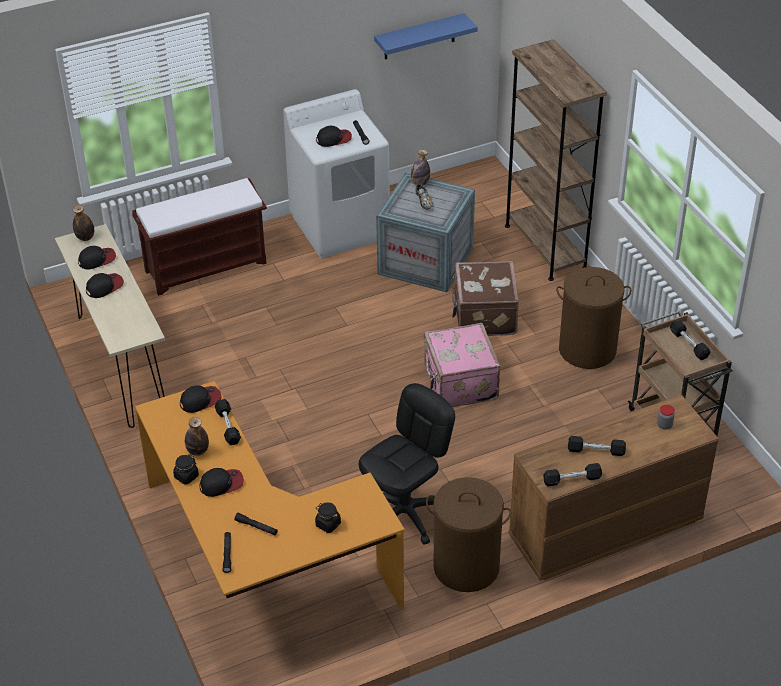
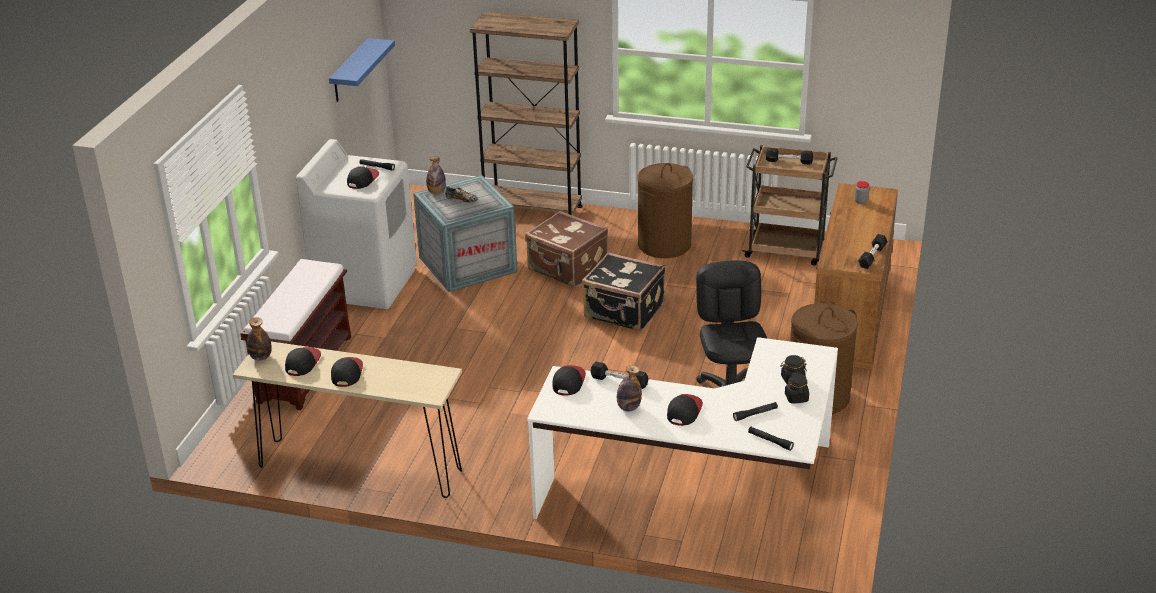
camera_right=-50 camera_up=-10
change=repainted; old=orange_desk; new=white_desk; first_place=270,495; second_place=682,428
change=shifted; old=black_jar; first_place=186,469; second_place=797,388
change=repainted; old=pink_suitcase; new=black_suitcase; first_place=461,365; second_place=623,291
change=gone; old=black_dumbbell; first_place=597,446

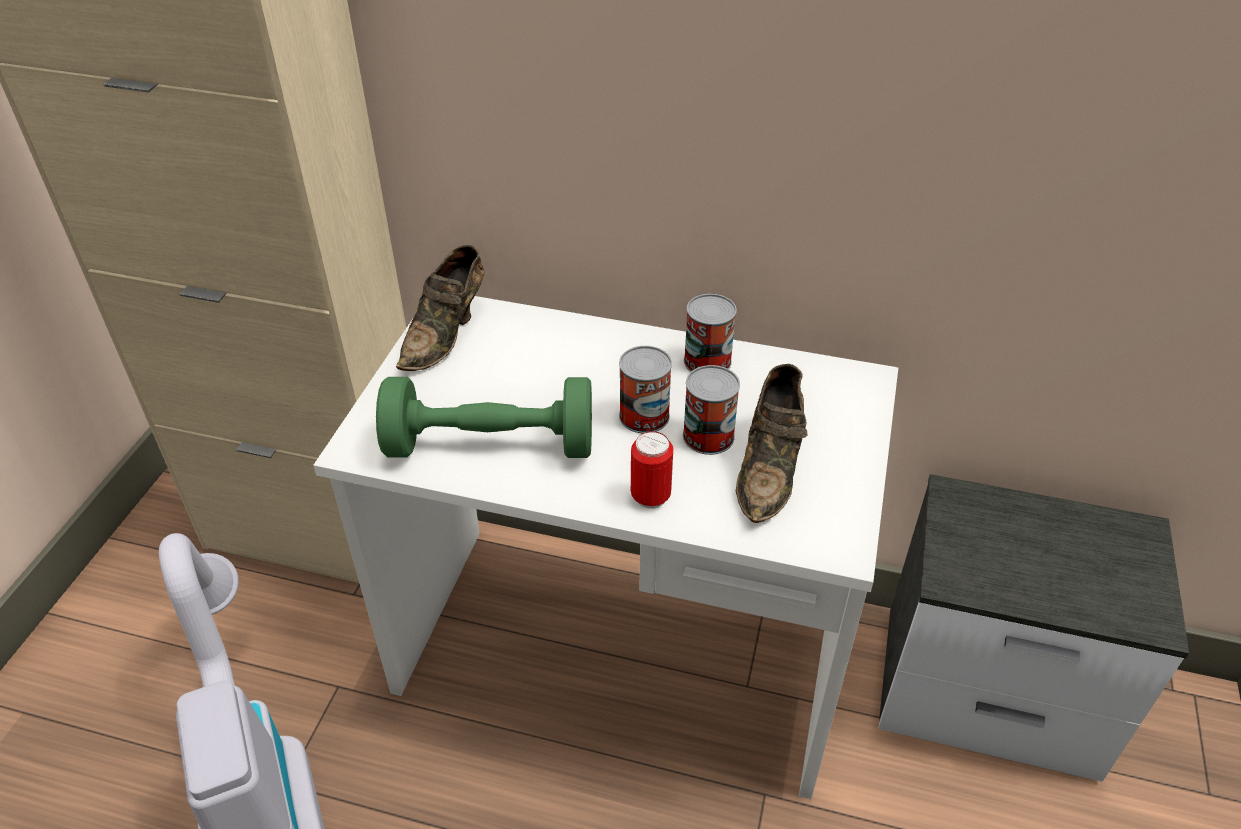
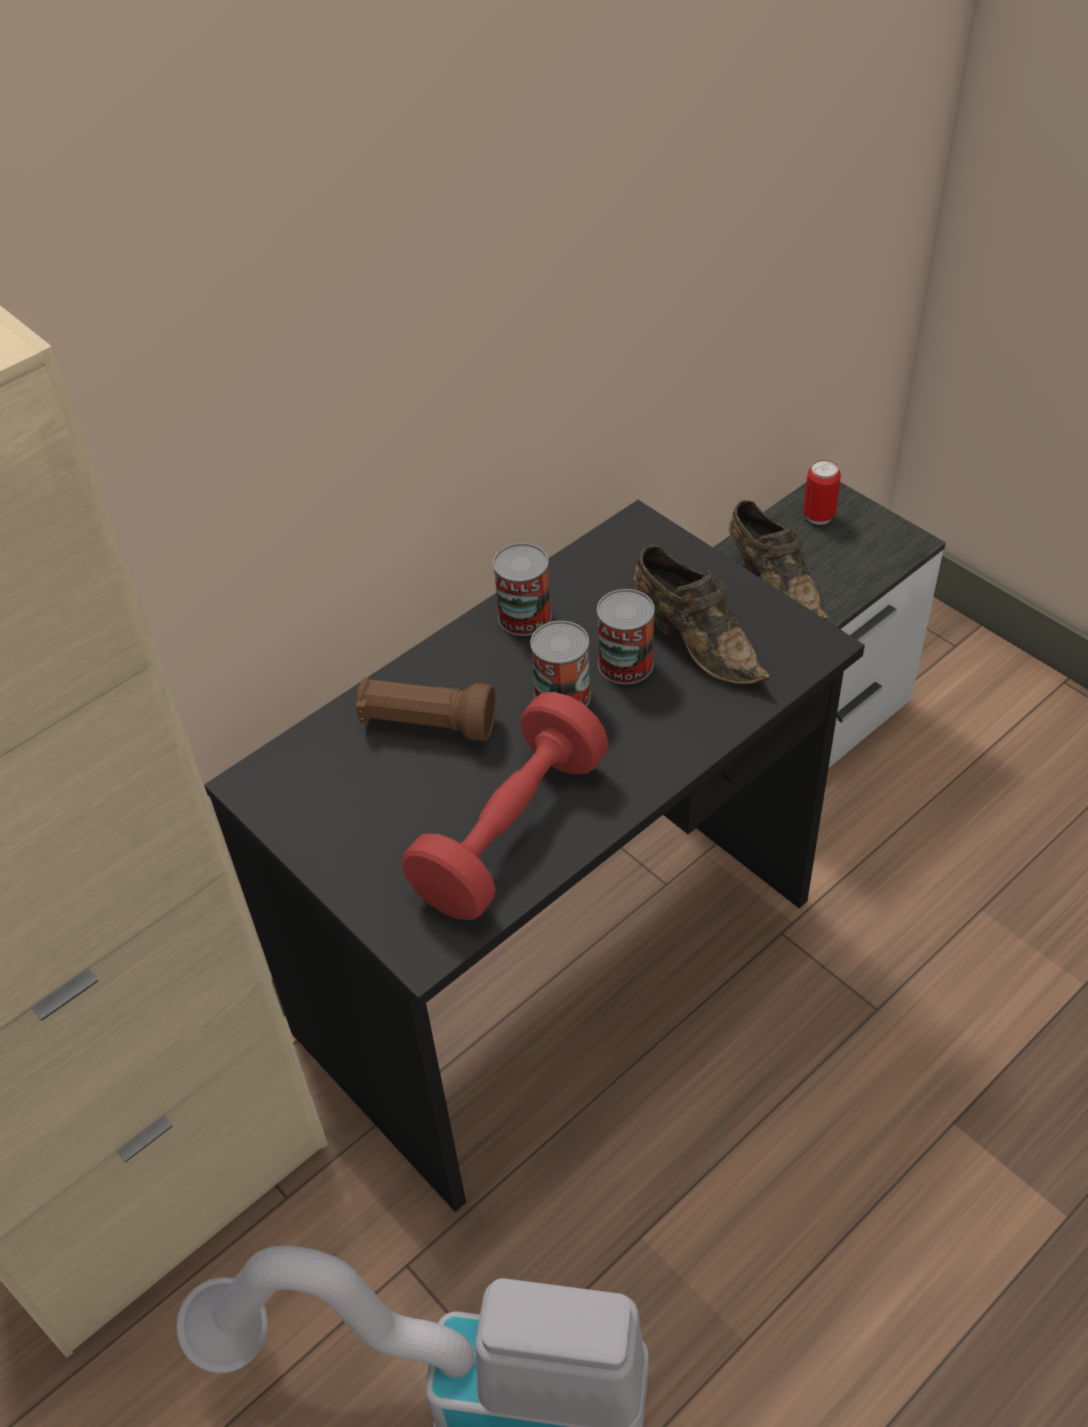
camera_right=-55 camera_up=5
change=repainted; old=white_desk; new=black_desk; first_place=605,547; second_place=534,856
change=repainted; old=green_dumbbell; new=red_dumbbell; first_place=484,417; second_place=505,806
change=shifted; old=brown_shoe; first_place=440,308; second_place=778,560
change=shifted; old=can; first_place=652,470; second_place=822,492
change=new; new=brown_flashlight; second_place=426,709

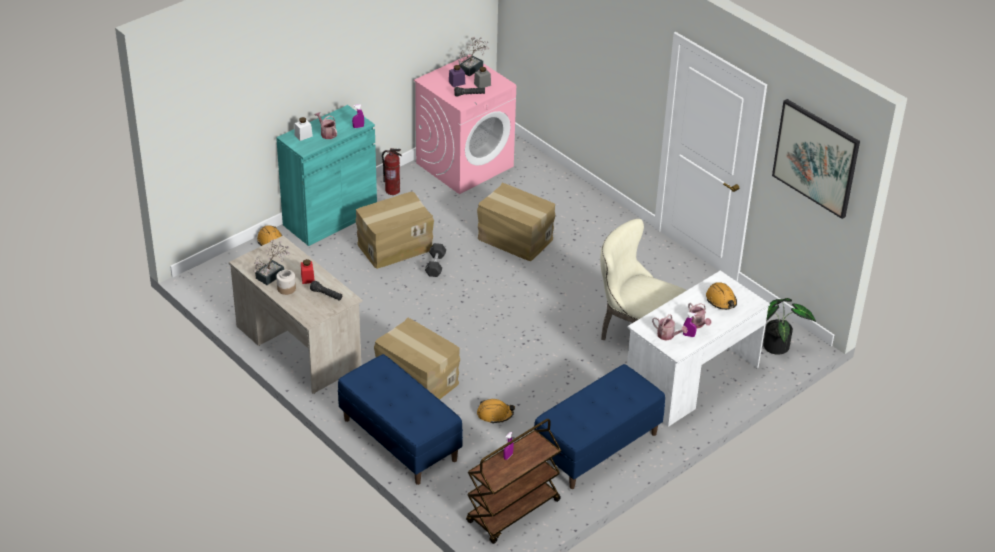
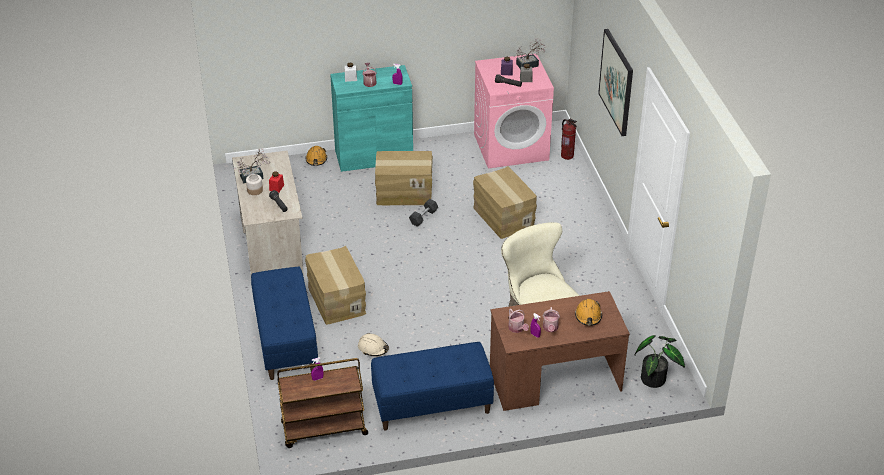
camera_right=30 camera_up=0
change=shifted; old=fire_extinguisher; first_place=392,171; second_place=569,139
change=repainted; old=orange_hard_hat; new=beige_hard_hat; first_place=496,411; second_place=373,344
change=repainted; old=white_desk; new=brown_desk; first_place=698,349; second_place=560,351
change=shifted; old=picture; first_place=816,159; second_place=615,82

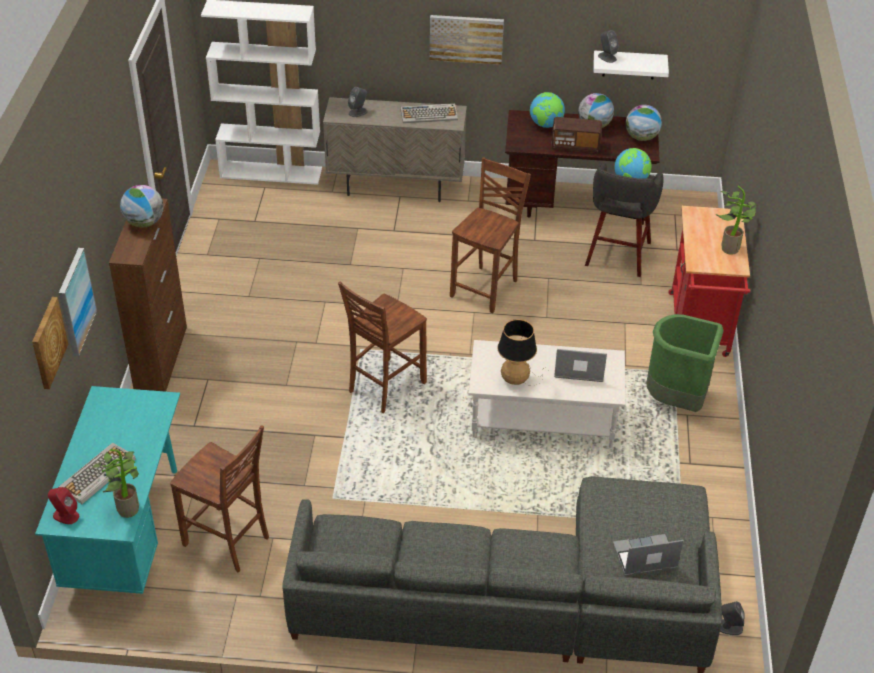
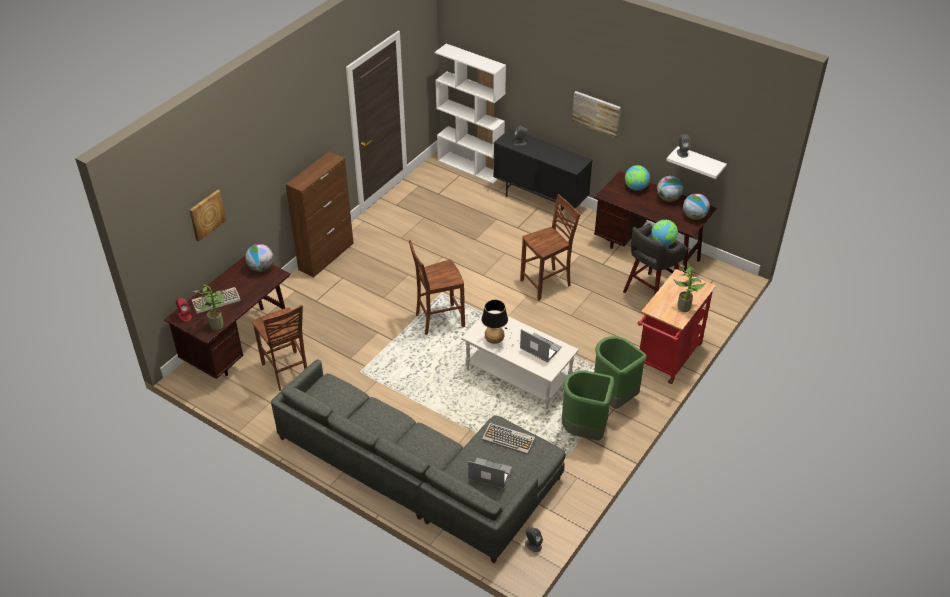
camera_right=30 camera_up=0
change=repainted; old=turquoise_desk; new=brown_desk; first_place=107,490; second_place=227,317
change=gone; old=picture; first_place=78,302
change=shifted; old=globe; first_place=142,206; second_place=259,258
change=repainted; old=beige_cabinet; new=black_cabinet; first_place=395,149; second_place=542,174
change=shifted; old=keyboard; first_place=429,113; second_place=508,439
change=gone; old=radio; first_place=576,135
change=new; new=green_trash_can; second_place=588,405

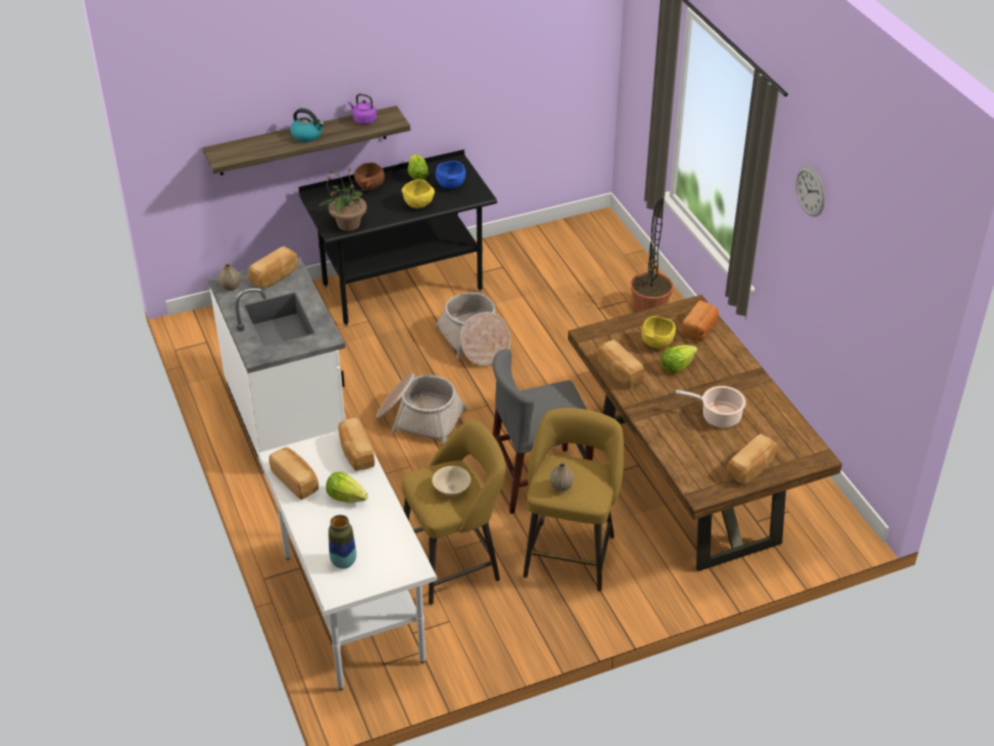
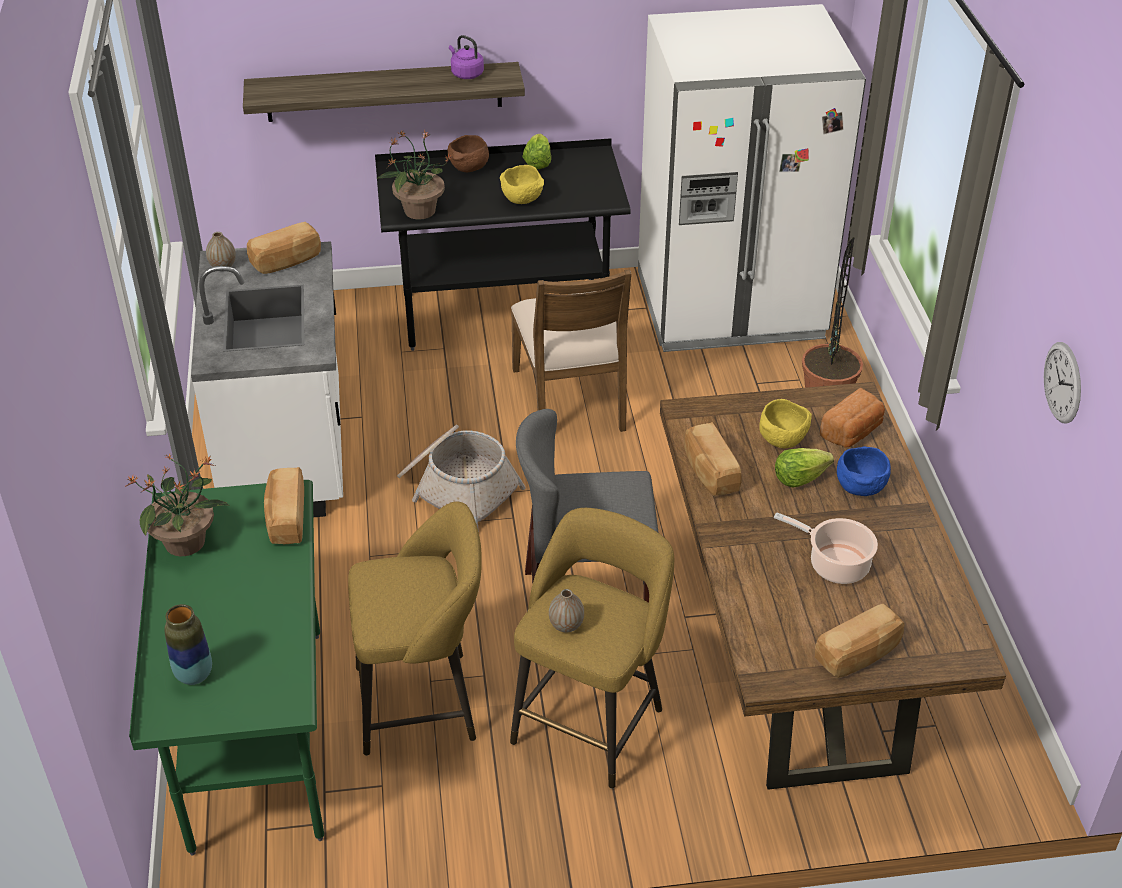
camera_right=15 camera_up=0
change=repainted; old=white_desk; new=green_desk; first_place=347,561; second_place=226,667
change=swapped; old=bread; new=potted_plant; first_place=294,473; second_place=177,505
change=gone; old=kettle; first_place=307,125
change=gone; old=lettuce; first_place=347,487
change=gone; old=beige_bowl; first_place=451,481
change=swapped; old=basket; new=brown_chair; first_place=472,329; second_place=571,351
change=shifted; old=blue_bowl; first_place=450,174; second_place=864,471
change=shifted; old=wall_clock; first_place=810,191; second_place=1062,383
change=new; new=white_fridge; second_place=752,178

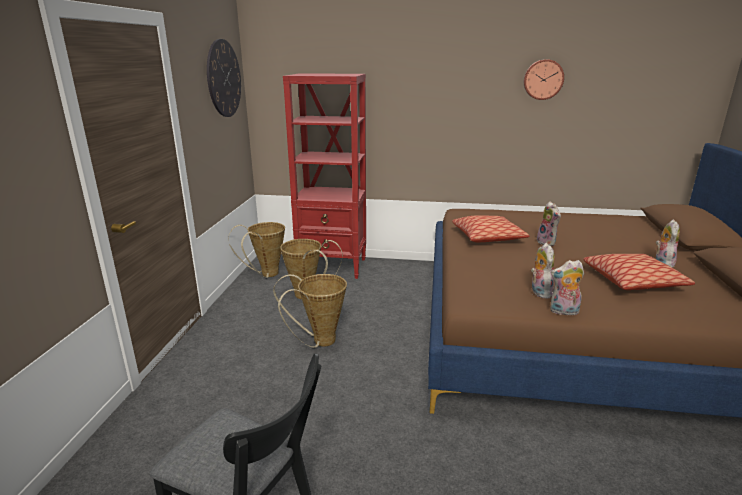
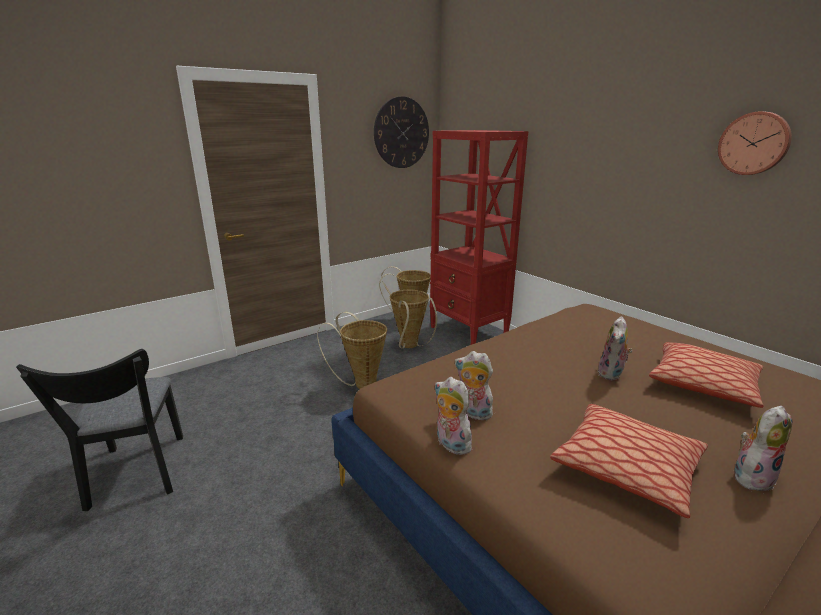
camera_right=45 camera_up=0
change=shifted; old=pillow; first_place=491,228; second_place=706,375
change=rotated; old=plush_toy; first_place=543,271; second_place=476,385; degrees=-105

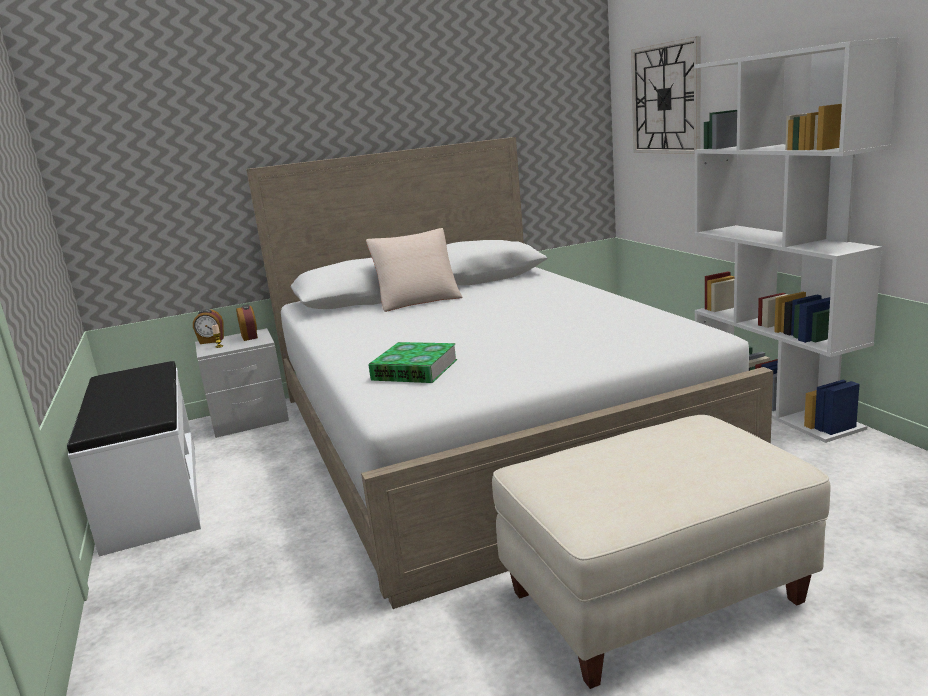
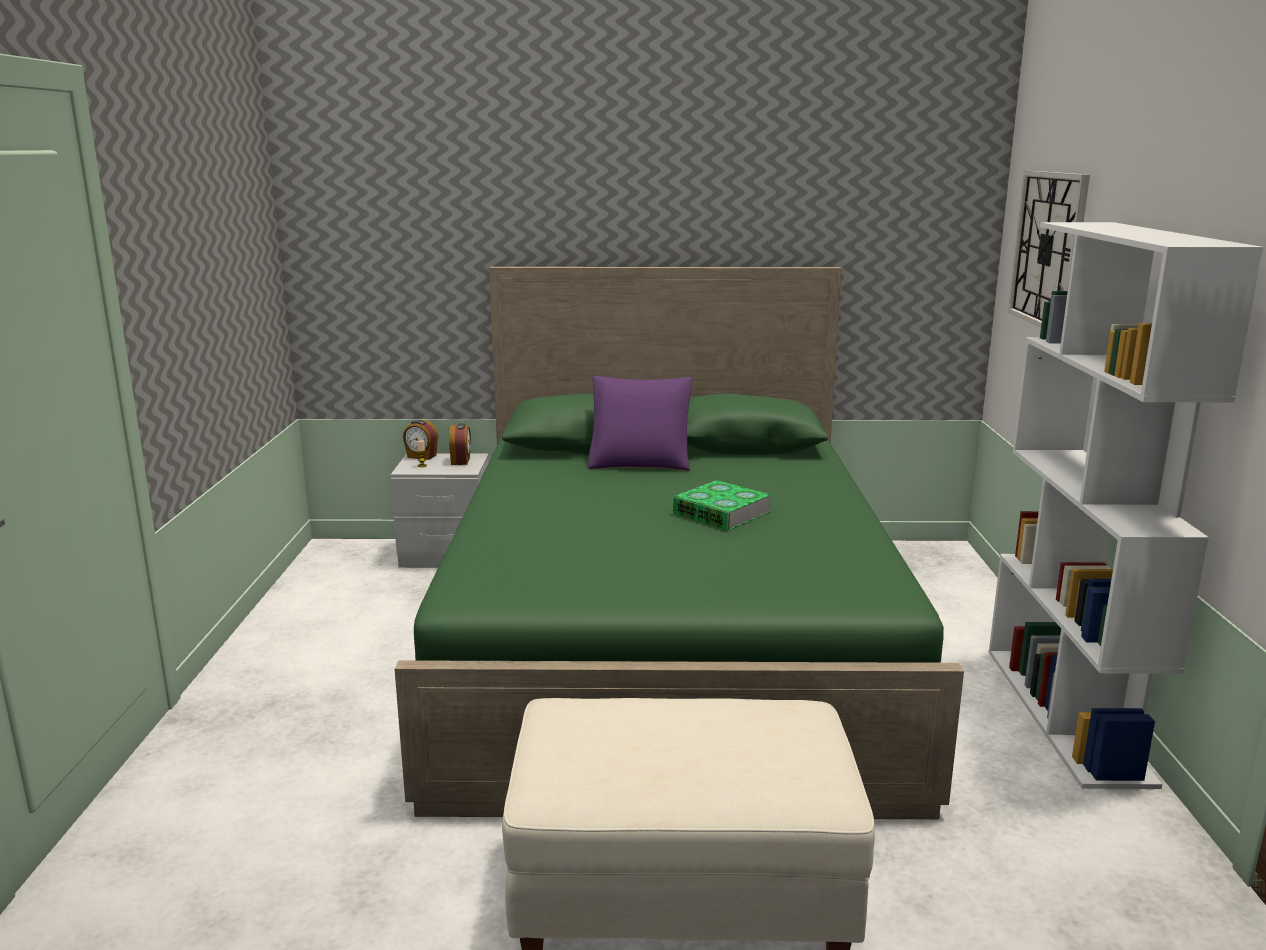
camera_right=20 camera_up=0
change=gone; old=white_bench; first_place=134,458
change=repainted; old=white_bed; new=green_bed; first_place=509,373; second_place=679,543
change=repainted; old=beige_pillow; new=purple_pillow; first_place=414,270; second_place=640,423
change=shifted; old=book; first_place=413,362; second_place=722,505

